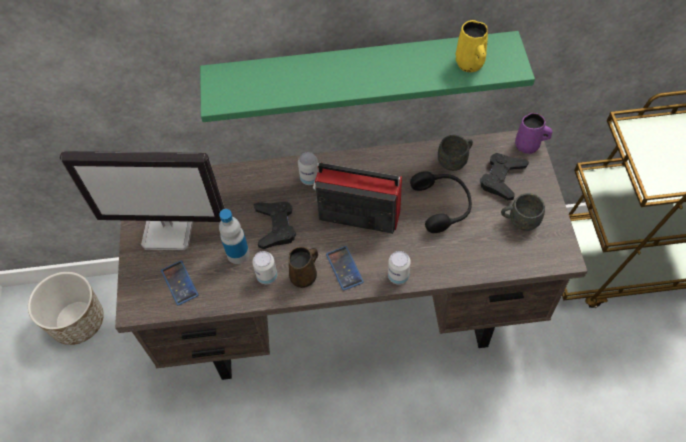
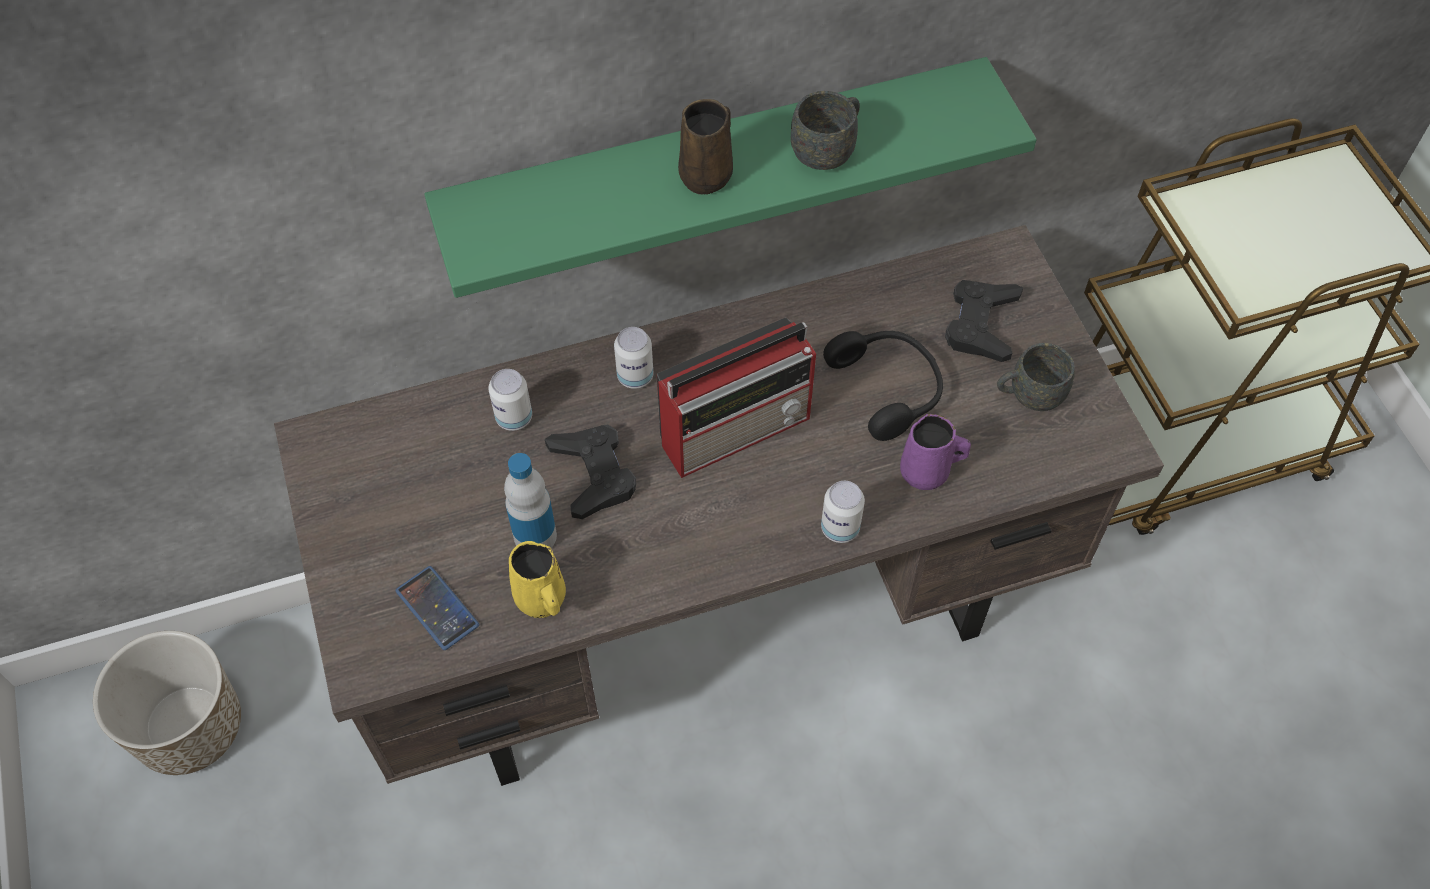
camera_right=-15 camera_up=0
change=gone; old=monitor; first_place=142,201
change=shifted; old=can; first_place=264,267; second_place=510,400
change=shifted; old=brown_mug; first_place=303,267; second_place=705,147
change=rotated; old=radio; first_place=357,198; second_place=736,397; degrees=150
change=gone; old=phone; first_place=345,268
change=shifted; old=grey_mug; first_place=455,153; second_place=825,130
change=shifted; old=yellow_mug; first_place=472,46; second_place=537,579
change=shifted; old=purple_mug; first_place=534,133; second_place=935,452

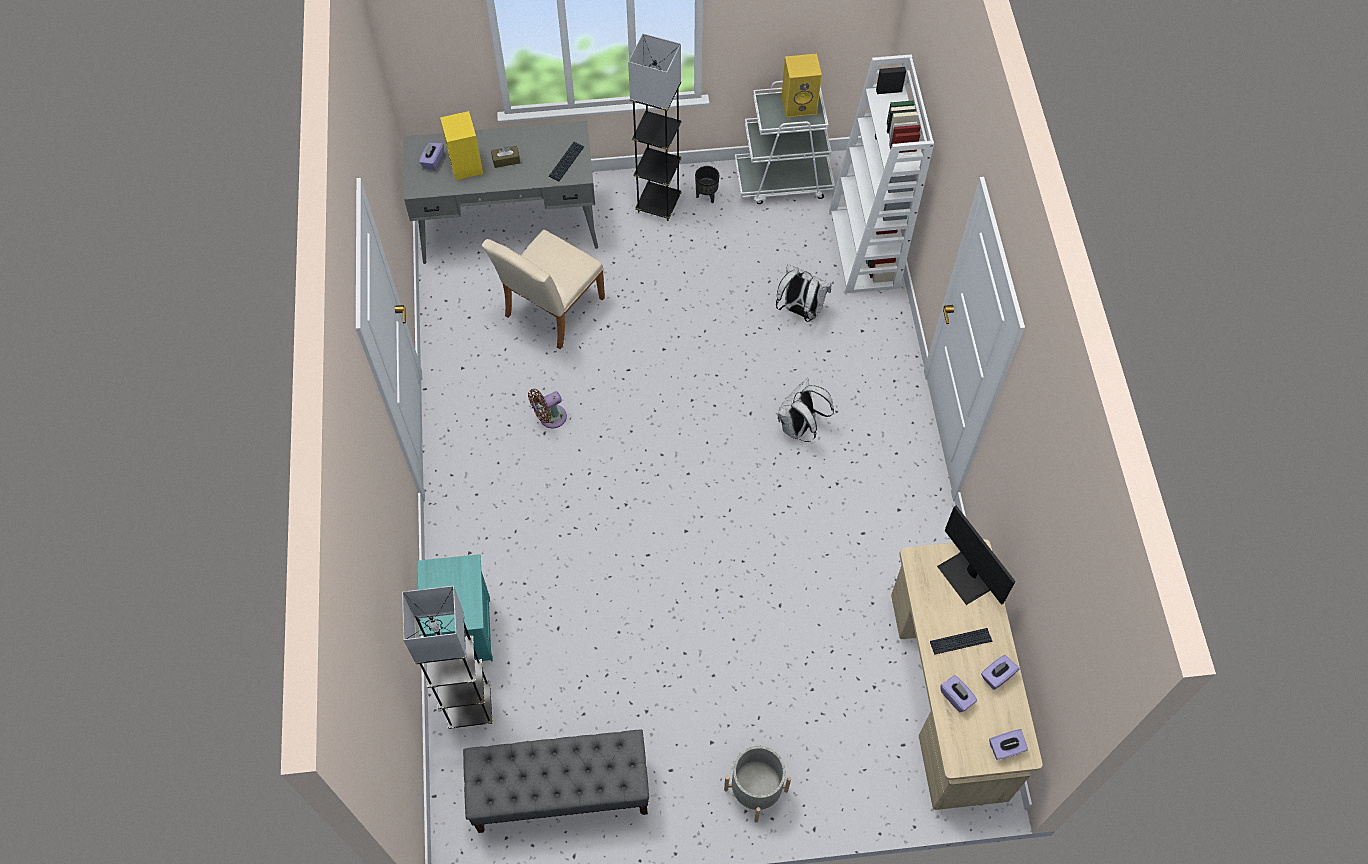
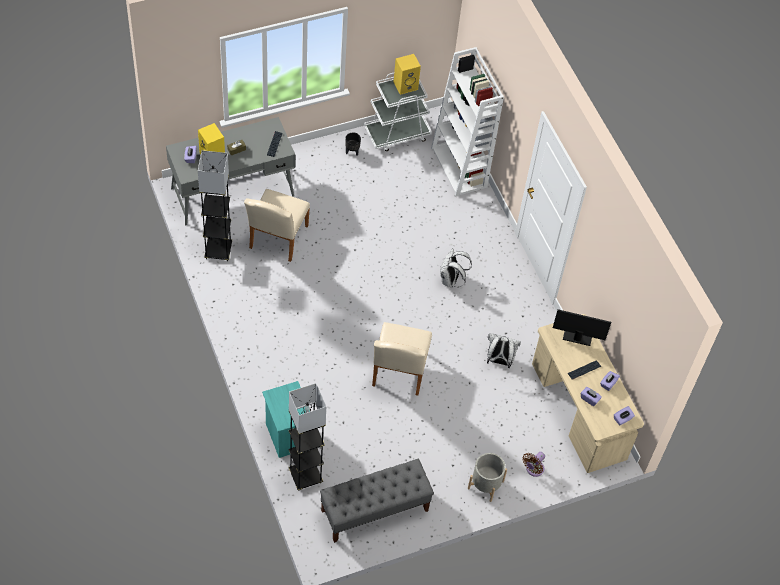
camera_right=-20 camera_up=-5
change=shifted; old=brown_fan; first_place=547,408; second_place=534,464
change=shifted; old=grey_floor_lamp; first_place=655,127; second_place=215,205
change=shifted; old=white_backpack; first_place=803,293; second_place=504,350
change=rotated; old=monitor; first_place=976,555; second_place=582,327; degrees=150
change=new; new=beige_chair; second_place=402,359

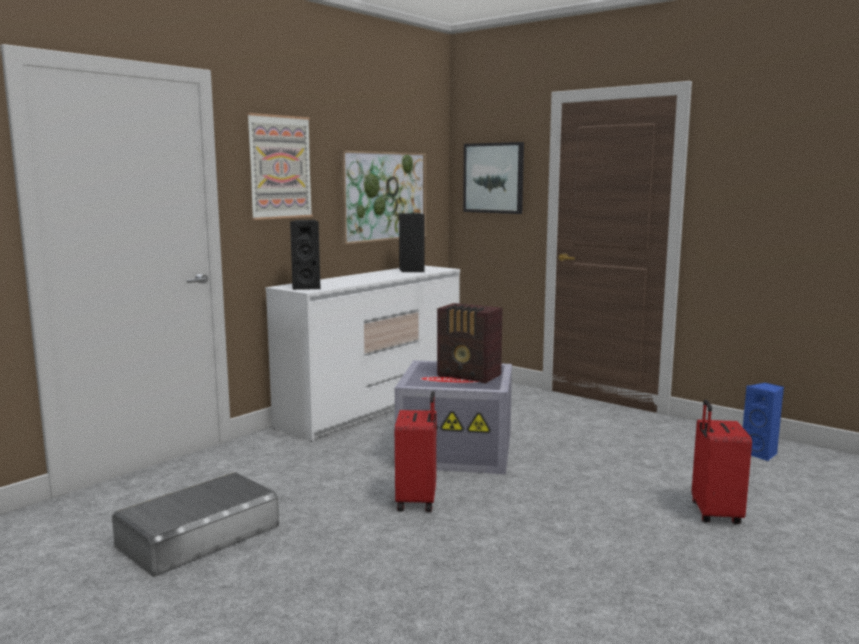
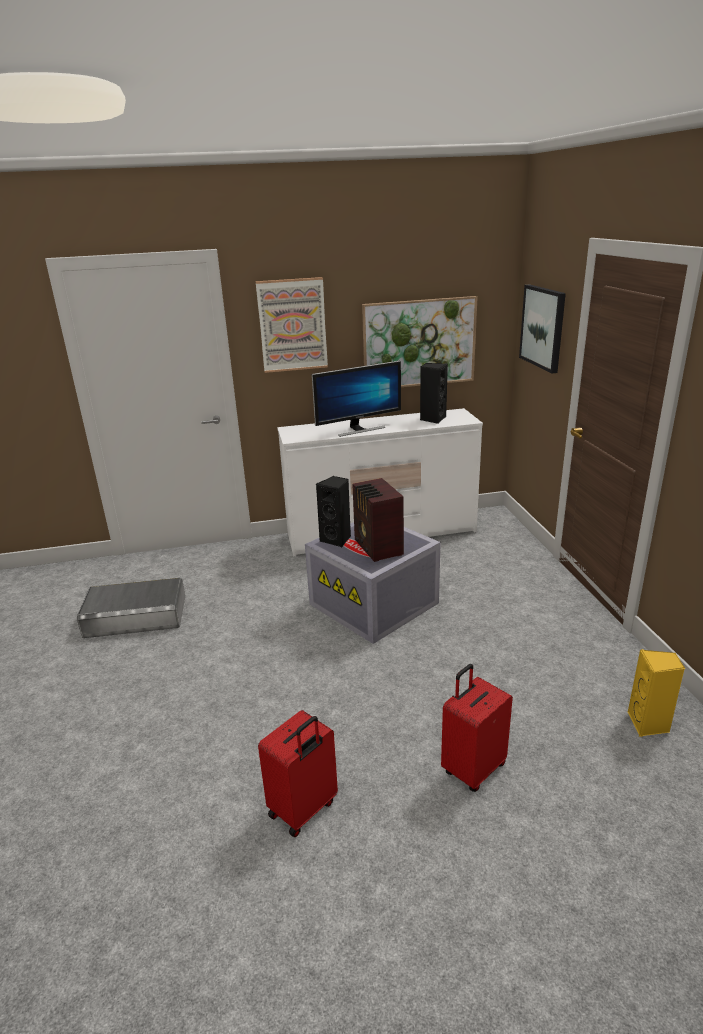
camera_right=40 camera_up=15
change=shifted; old=black_speaker; first_place=305,255; second_place=333,511
change=shifted; old=red_suitcase; first_place=415,451; second_place=298,773
change=repainted; old=blue_speaker; new=yellow_speaker; first_place=763,421; second_place=656,693
change=new; new=monitor; second_place=356,399

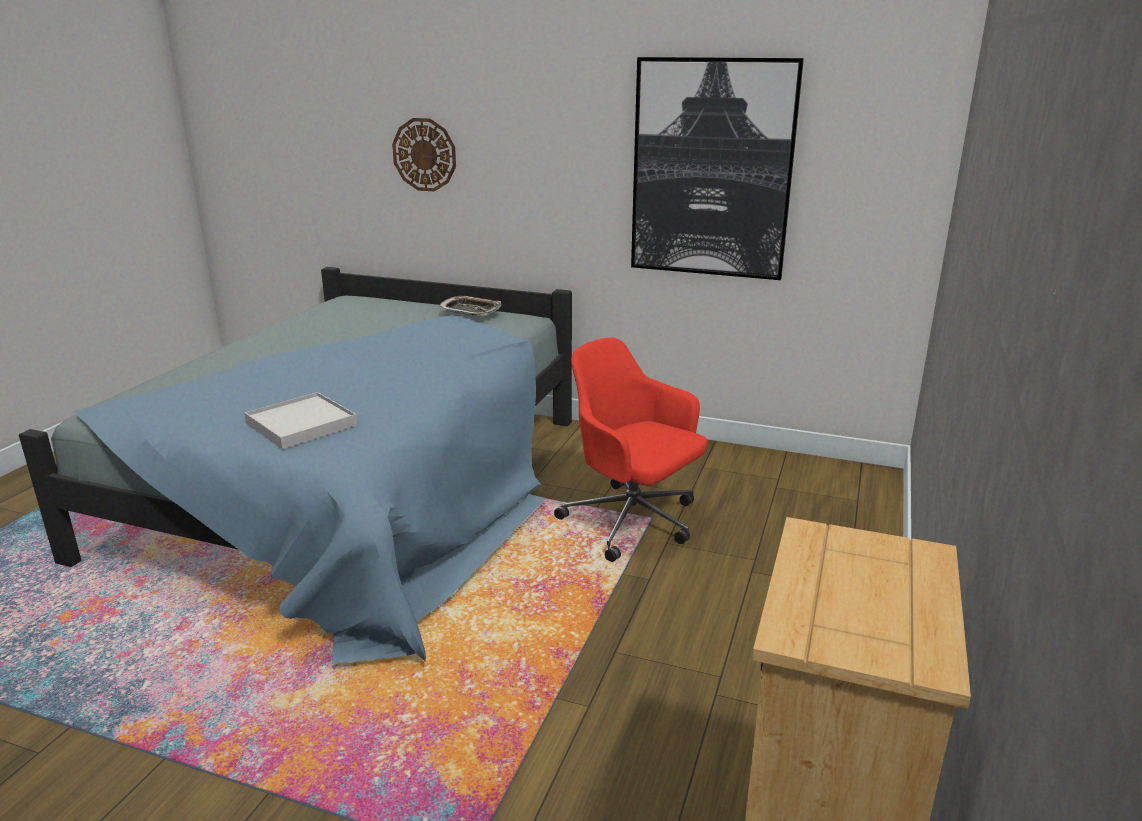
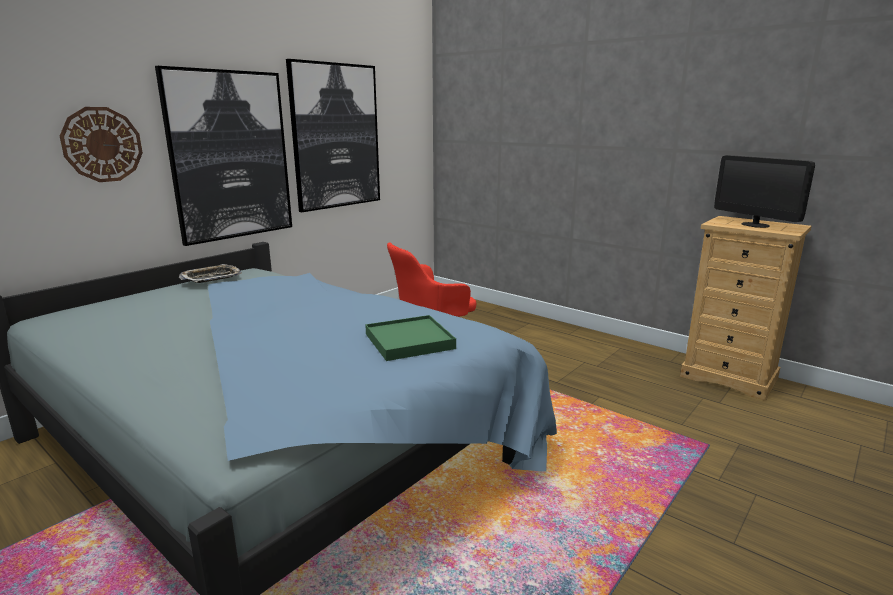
camera_right=-70 camera_up=-5
change=repainted; old=white_tray; new=green_tray; first_place=301,420; second_place=410,338
change=new; new=picture; second_place=223,156
change=new; new=monitor; second_place=764,191

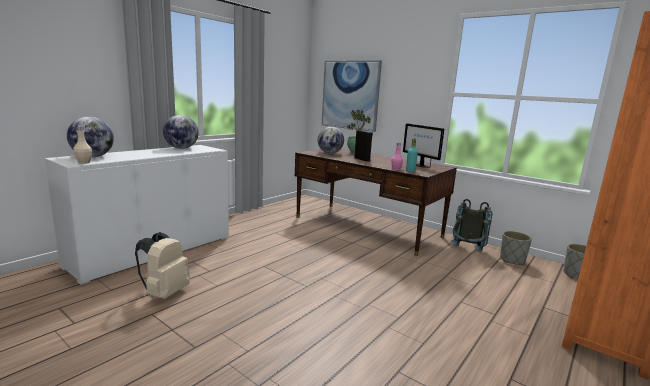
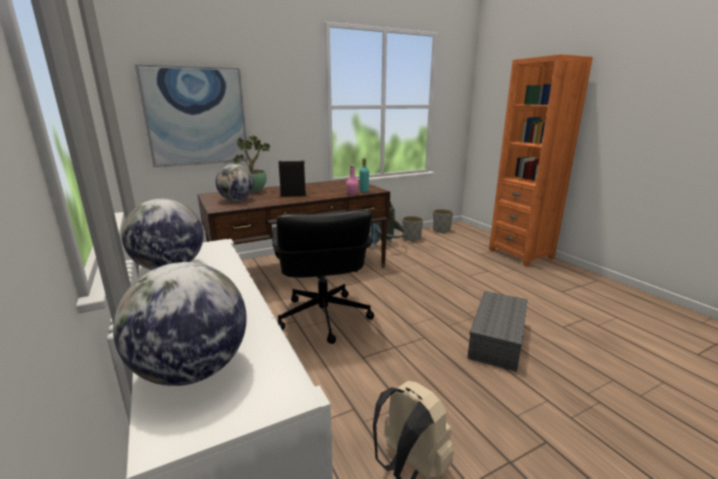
camera_right=-65 camera_up=5
change=gone; old=beige_bottle; first_place=82,145
change=gone; old=monitor; first_place=423,146
change=new; new=black_office_chair; second_place=323,277
change=new; new=grey_storage_box; second_place=497,331

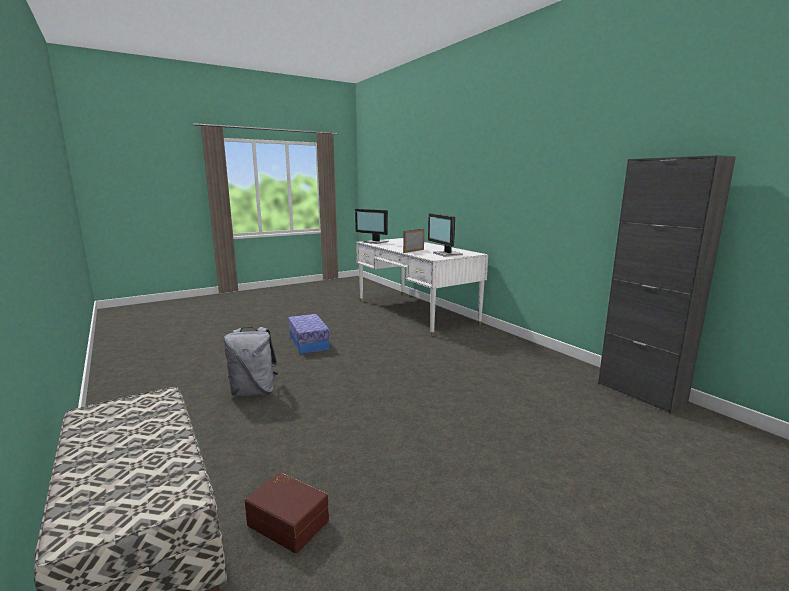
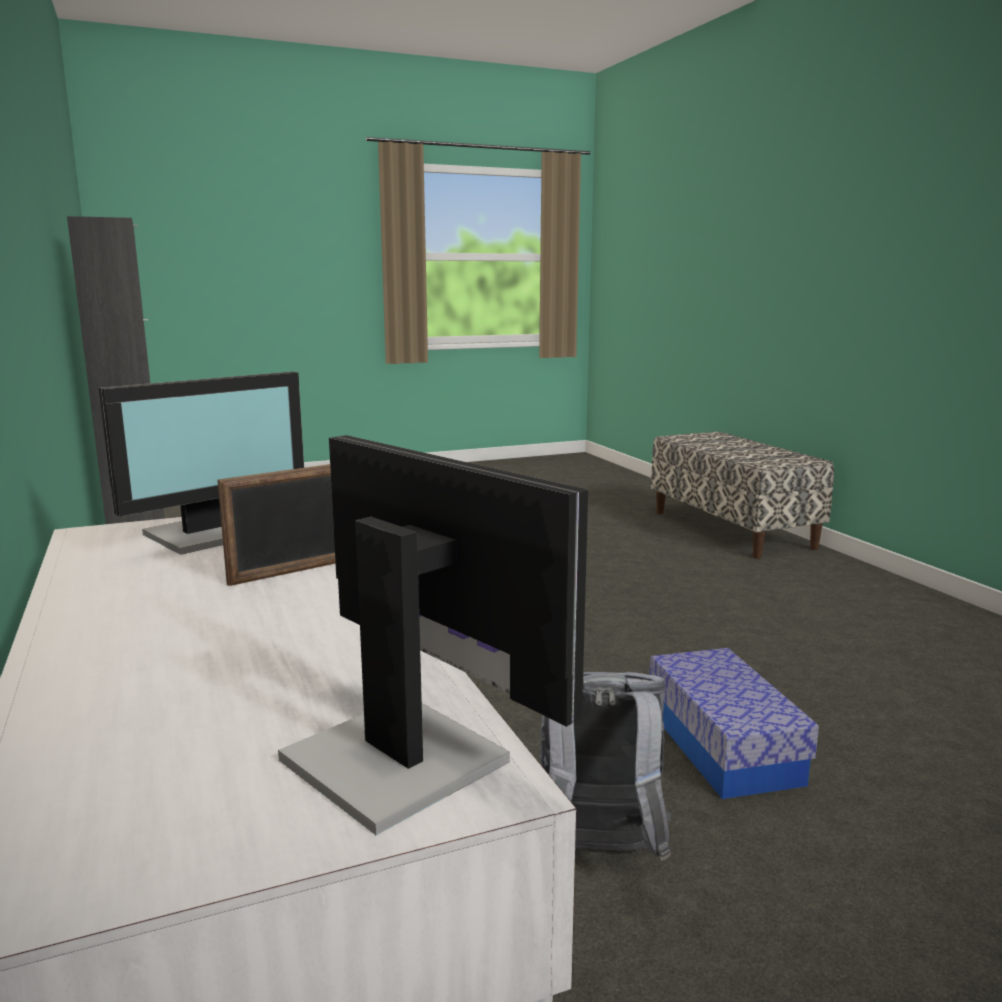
camera_right=-170 camera_up=0
change=shifted; old=grey_backpack; first_place=251,361; second_place=605,766
change=gone; old=brown_storage_box; first_place=287,513
change=rotated; old=monitor; first_place=445,235; second_place=201,463; degrees=60

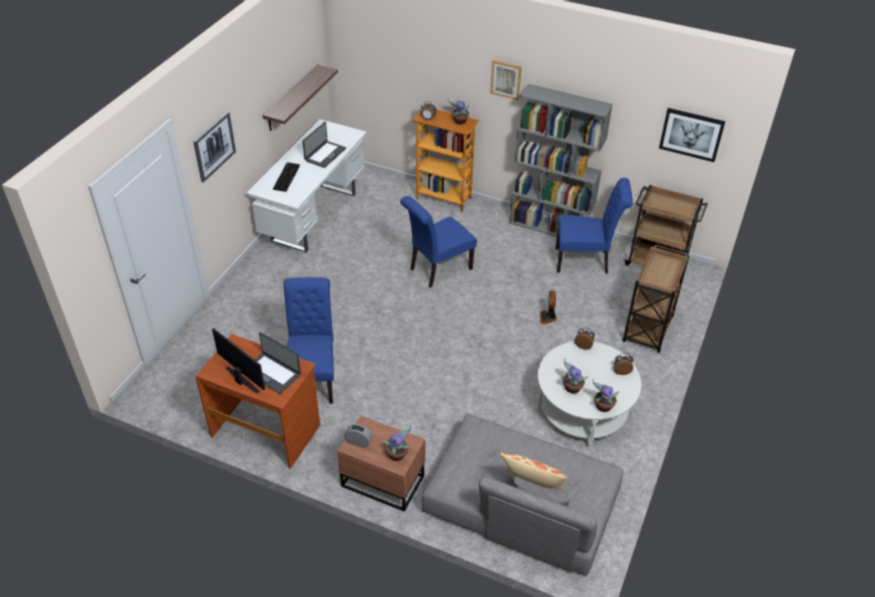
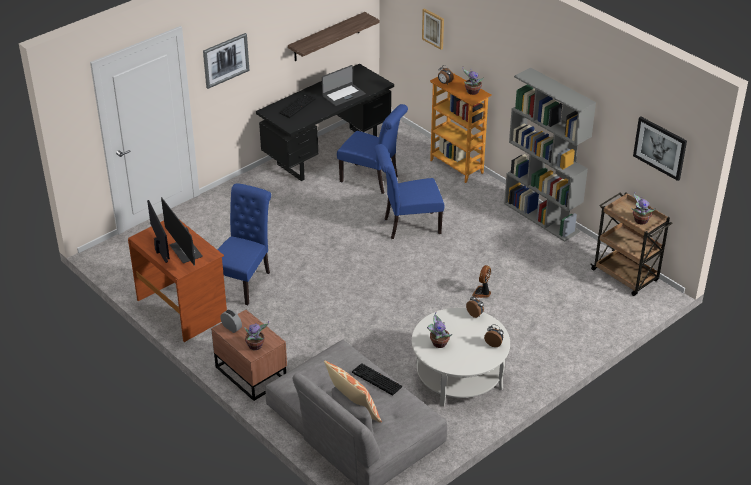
camera_right=25 camera_up=-5
change=repainted; old=white_desk; new=black_desk; first_place=306,186; second_place=325,122
change=swapped; old=laptop; new=monitor; first_place=278,363; second_place=182,231
change=shifted; old=picture; first_place=506,80; second_place=433,29
change=shifted; old=blue_chair; first_place=594,225; second_place=372,149
change=shifted; old=potted_plant; first_place=606,395; second_place=643,208
change=gone; old=brown_cart; first_place=656,298
change=new; new=keyboard; second_place=377,379

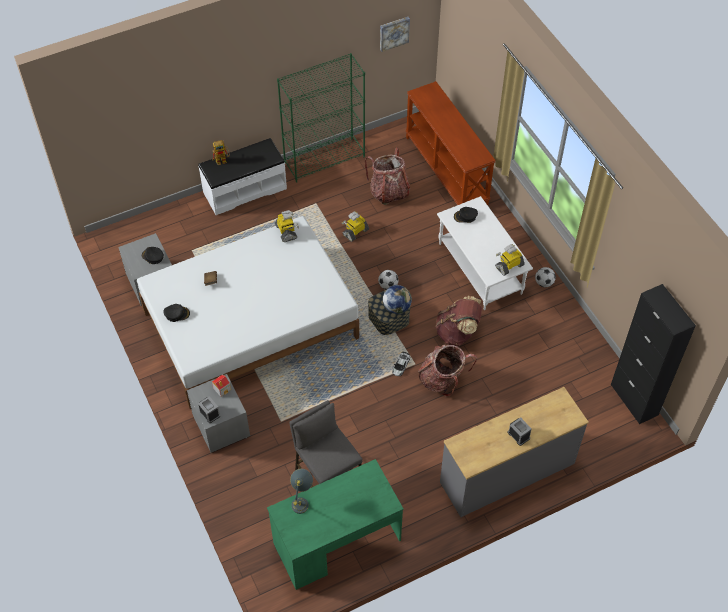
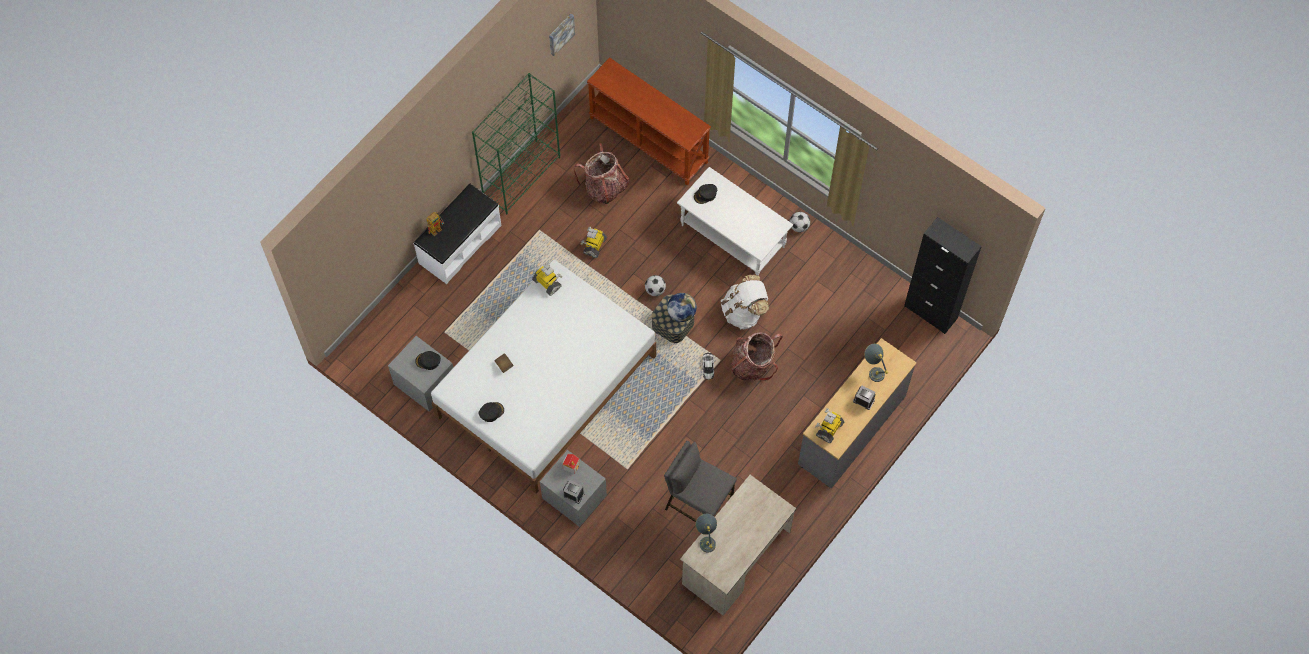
camera_right=-25 camera_up=10
change=repainted; old=green_desk; new=beige_desk; first_place=335,524; second_place=738,545
change=repainted; old=brown_backpack; new=white_backpack; first_place=459,321; second_place=745,302
change=shifted; old=toy_robot; first_place=510,260; second_place=829,425
change=new; new=grey_table_lamp; second_place=876,363

